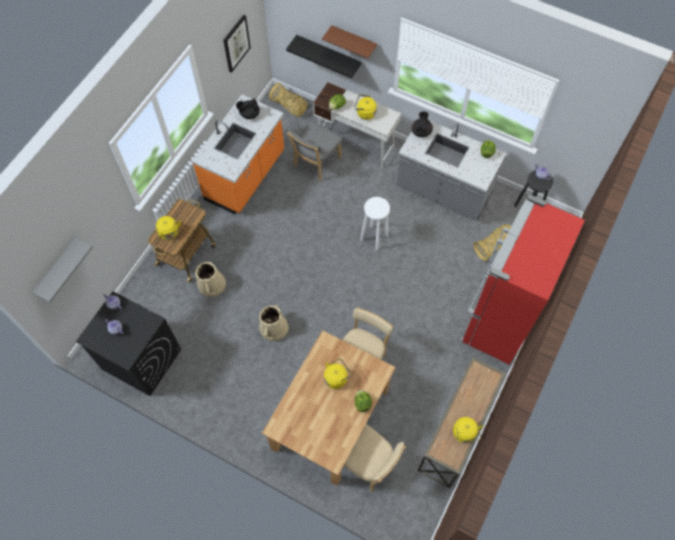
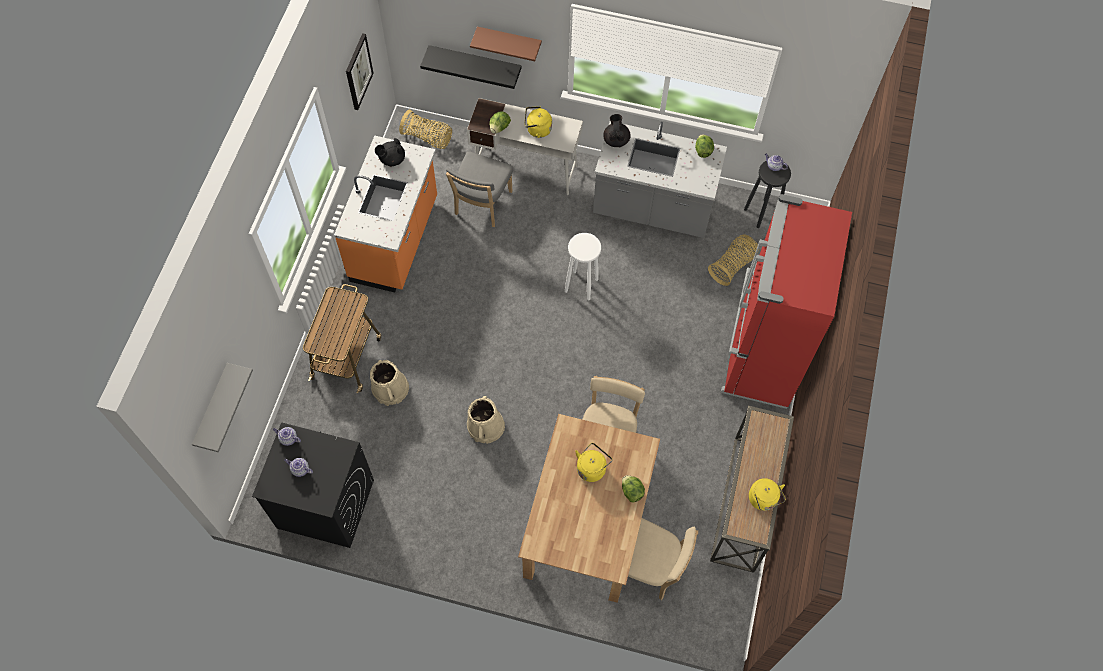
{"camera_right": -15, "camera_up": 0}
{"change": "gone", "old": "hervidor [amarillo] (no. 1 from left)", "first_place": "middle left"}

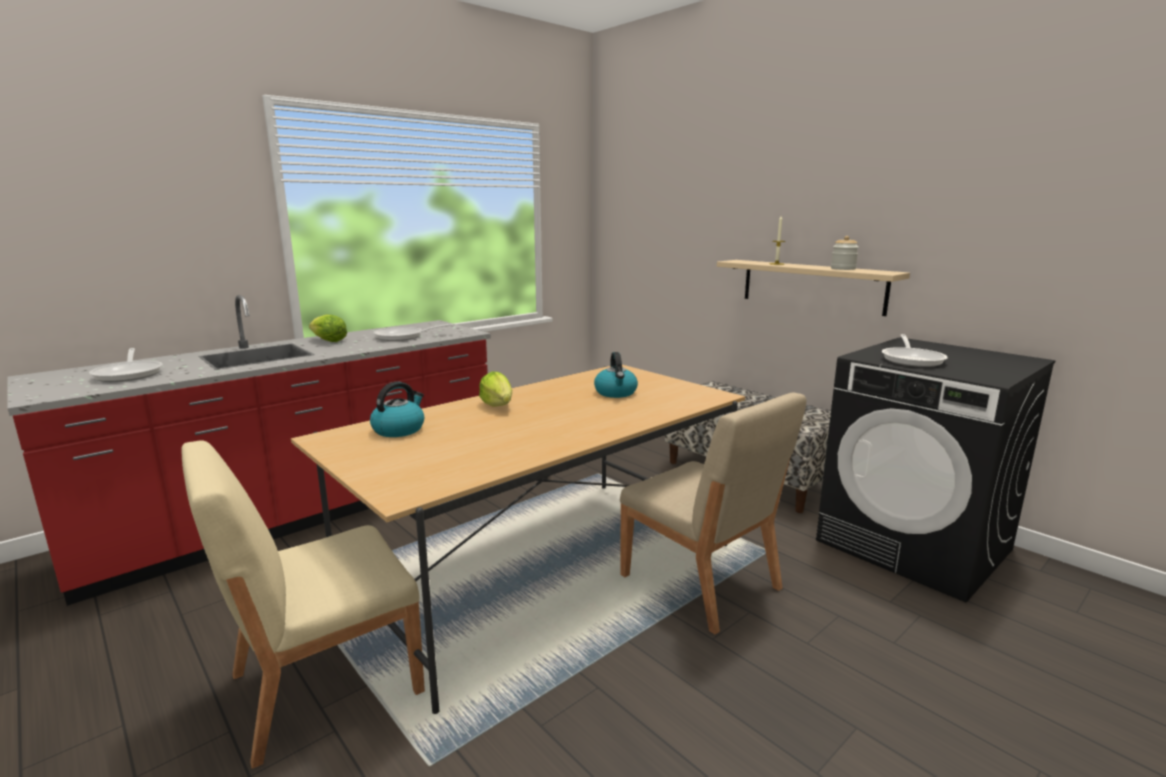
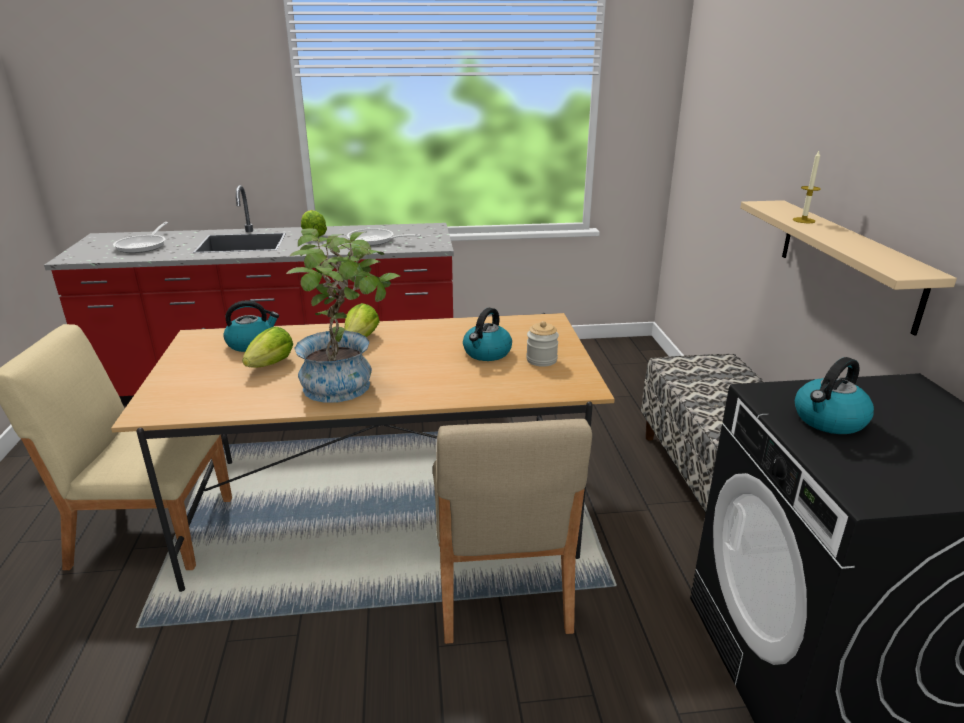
{"camera_right": 35, "camera_up": 10}
{"change": "shifted", "old": "tarro", "first_place": "top right", "second_place": "centre"}
{"change": "swapped", "old": "sartén (no. 3 from left)", "new": "hervidor (no. 3 from left)", "first_place": "middle right", "second_place": "middle right"}
{"change": "new", "new": "lechuga (no. 1 from left)", "second_place": "middle left"}
{"change": "new", "new": "planta en maceta", "second_place": "centre"}

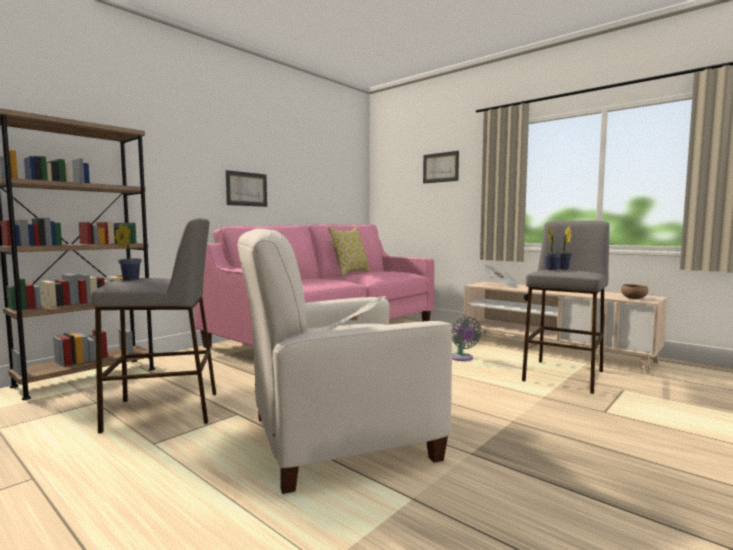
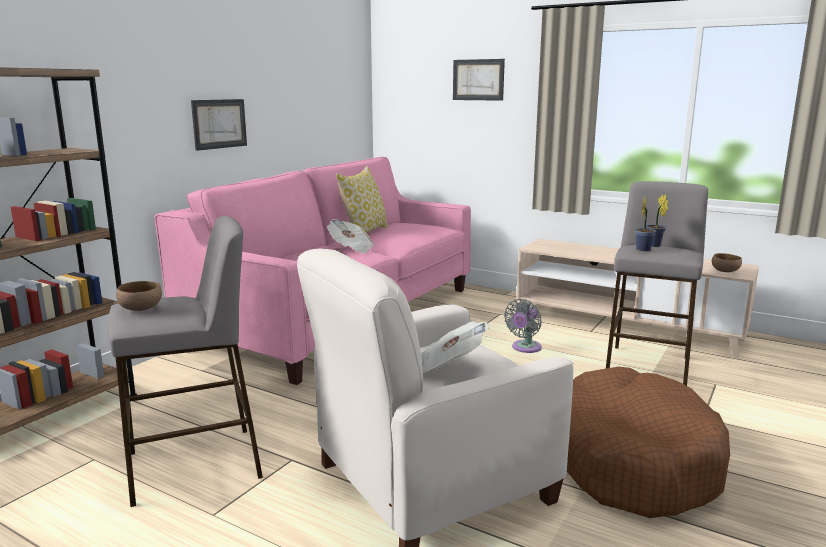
{"camera_right": -10, "camera_up": 10}
{"change": "swapped", "old": "planta en maceta (no. 1 from left)", "new": "cuenco [marrón] (no. 1 from left)", "first_place": "middle left", "second_place": "middle left"}
{"change": "rotated", "old": "ventilador [gris]", "first_place": "centre", "second_place": "centre", "degrees": 60}
{"change": "shifted", "old": "periódico (no. 2 from left in the first image)", "new": "periódico (no. 1 from left)", "first_place": "middle right", "second_place": "centre"}
{"change": "new", "new": "cama para perro [marrón]", "second_place": "bottom right"}

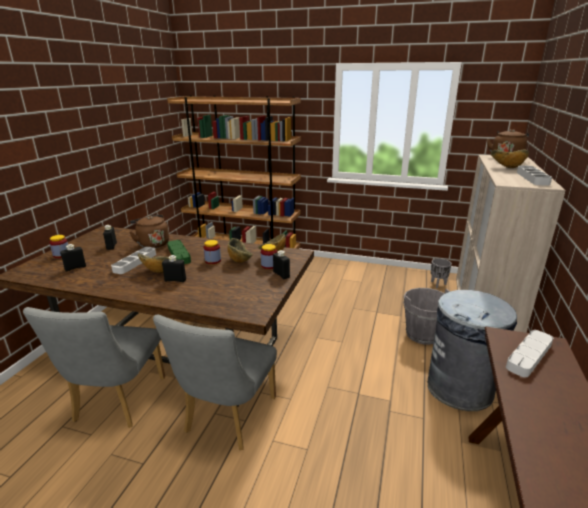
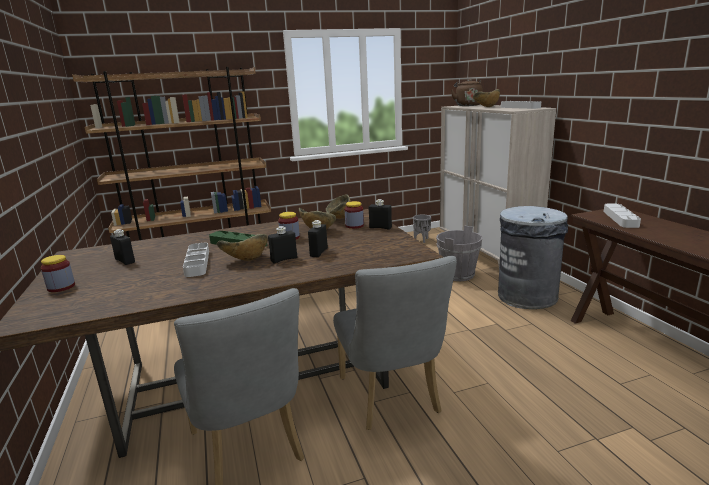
{"camera_right": -35, "camera_up": -5}
{"change": "shifted", "old": "botella [negro] (no. 1 from left in the first image)", "new": "botella [negro] (no. 3 from left)", "first_place": "middle left", "second_place": "centre"}
{"change": "gone", "old": "hervidor [marrón] (no. 1 from left)", "first_place": "middle left"}

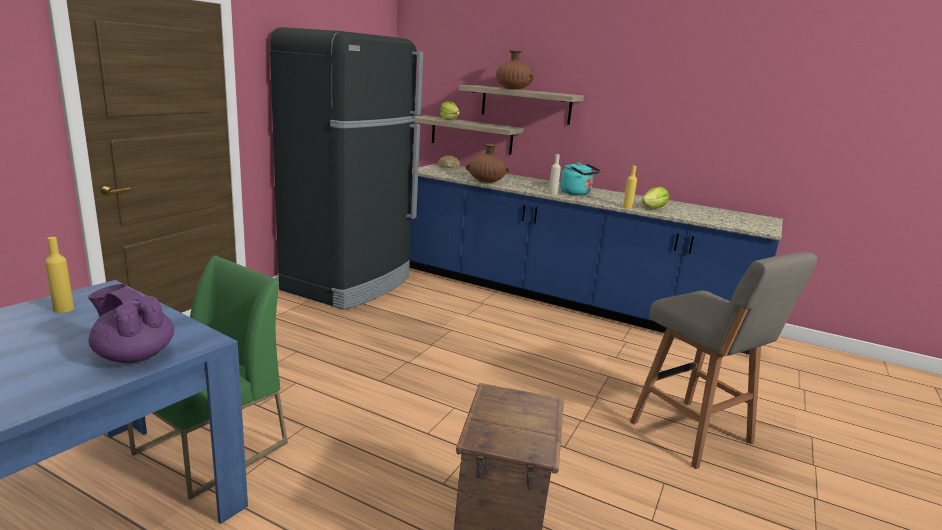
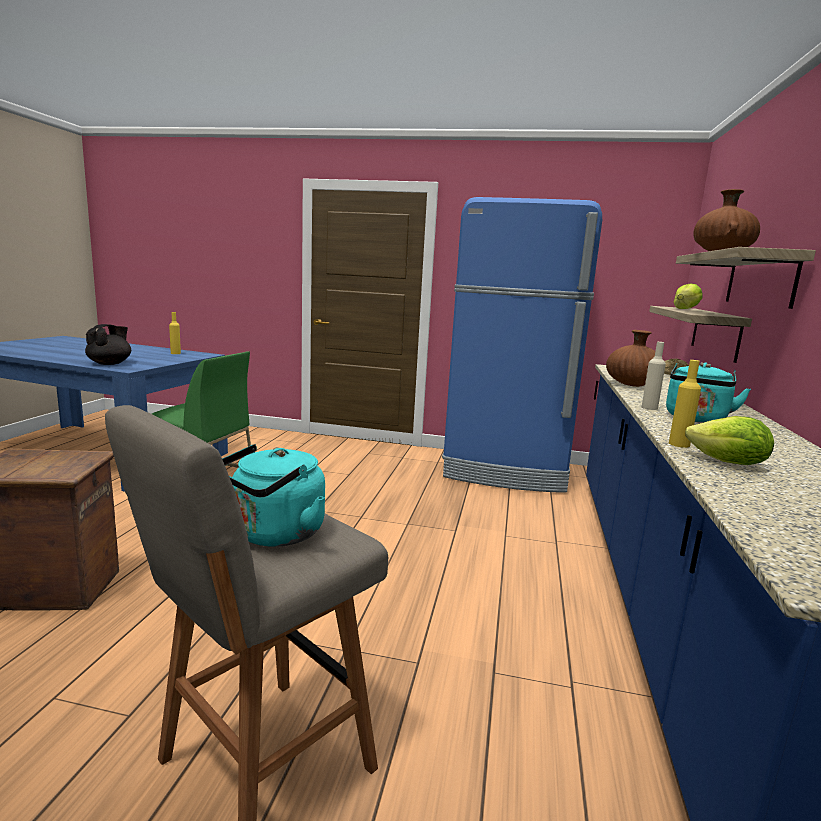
{"camera_right": 75, "camera_up": -5}
{"change": "repainted", "old": "tetera [morado]", "new": "tetera [negro]", "first_place": "middle left", "second_place": "middle left"}
{"change": "repainted", "old": "nevera [negro]", "new": "nevera [azul]", "first_place": "top centre", "second_place": "centre"}
{"change": "new", "new": "hervidor [turquesa] (no. 1 from left)", "second_place": "middle left"}

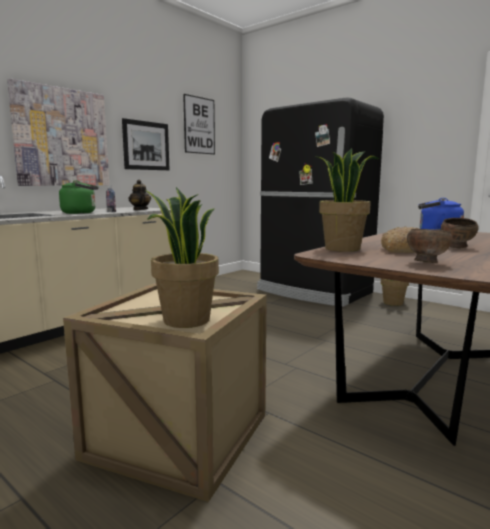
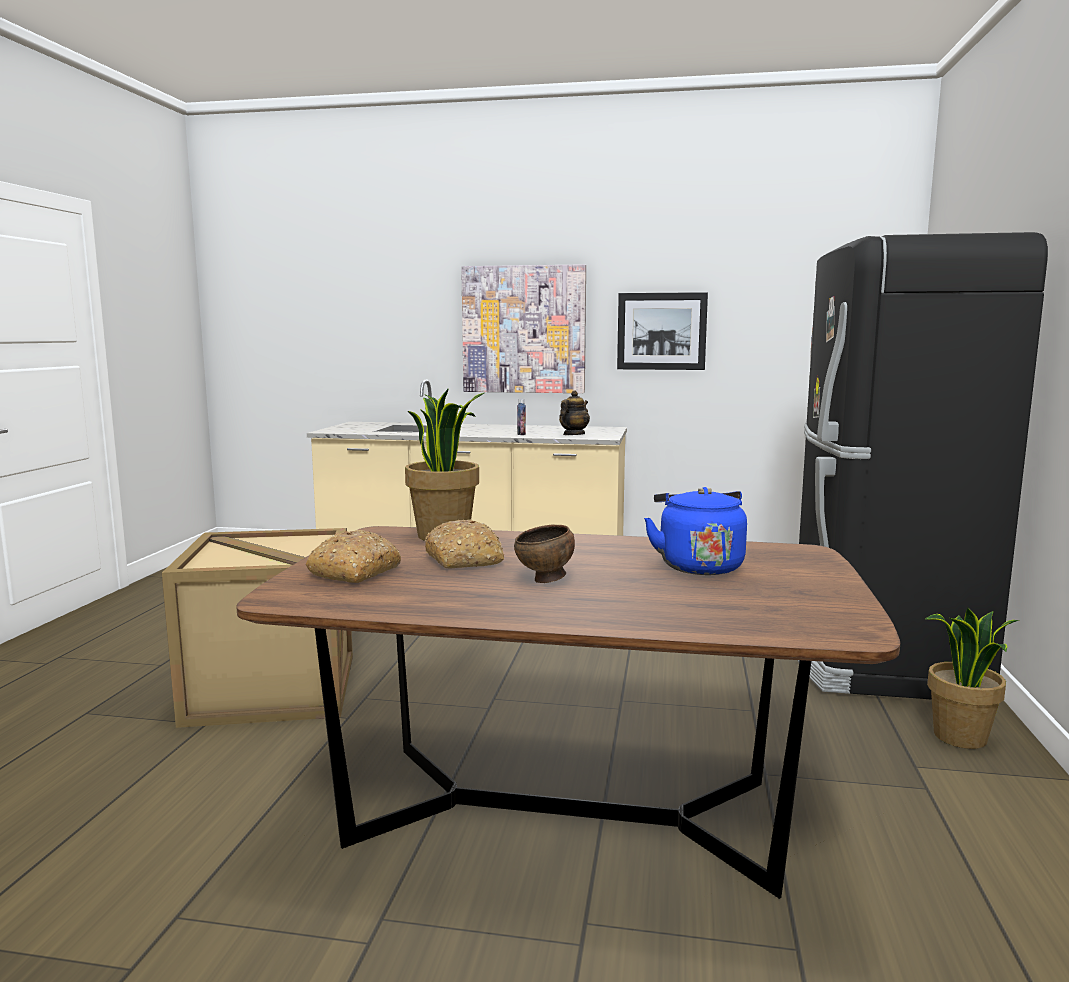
{"camera_right": 60, "camera_up": 0}
{"change": "gone", "old": "hervidor [verde]", "first_place": "middle left"}
{"change": "gone", "old": "planta en maceta (no. 1 from left)", "first_place": "centre"}
{"change": "gone", "old": "cuadro (no. 3 from left)", "first_place": "top centre"}
{"change": "swapped", "old": "cuenco [marrón] (no. 1 from left)", "new": "pan (no. 1 from left)", "first_place": "middle right", "second_place": "middle left"}

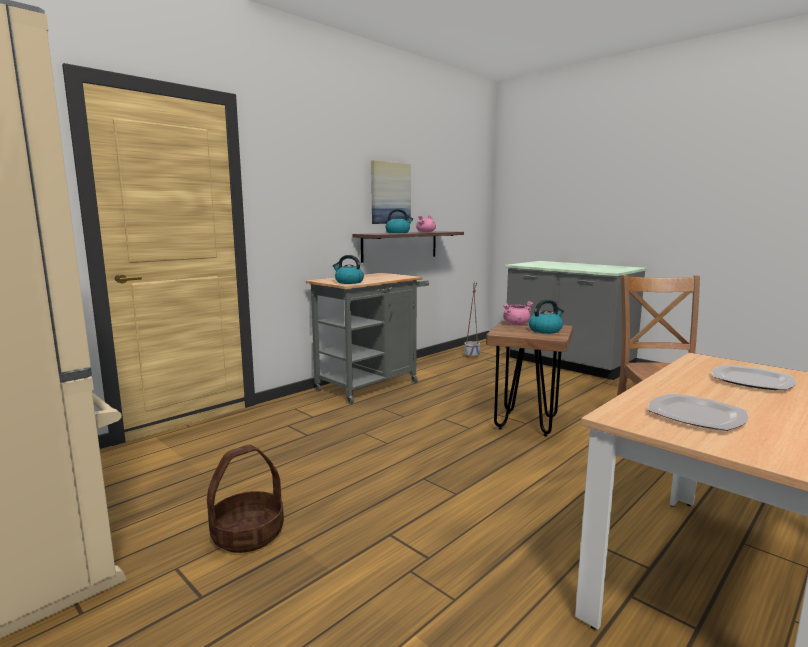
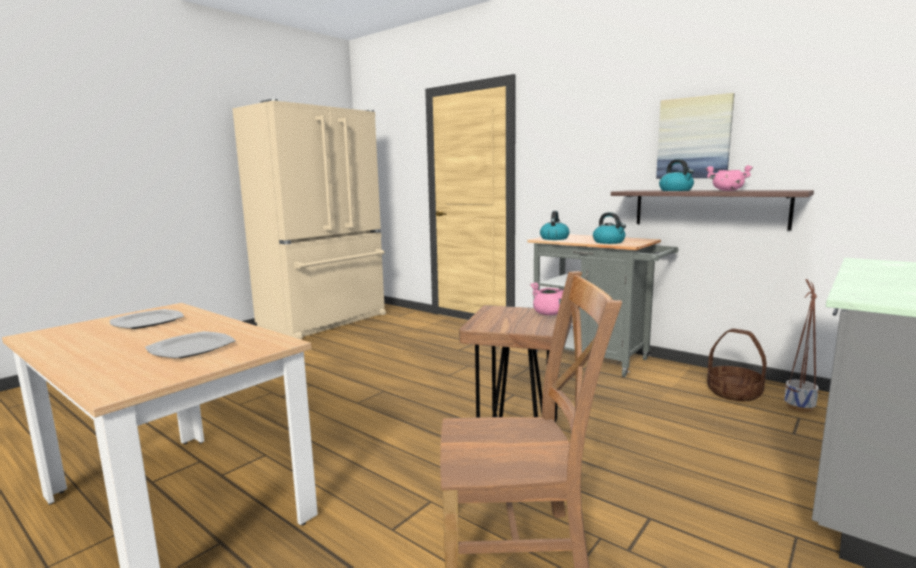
{"camera_right": 85, "camera_up": 0}
{"change": "shifted", "old": "cesta", "first_place": "bottom left", "second_place": "middle right"}
{"change": "shifted", "old": "hervidor (no. 3 from left in the first image)", "new": "hervidor (no. 2 from left)", "first_place": "middle right", "second_place": "centre"}

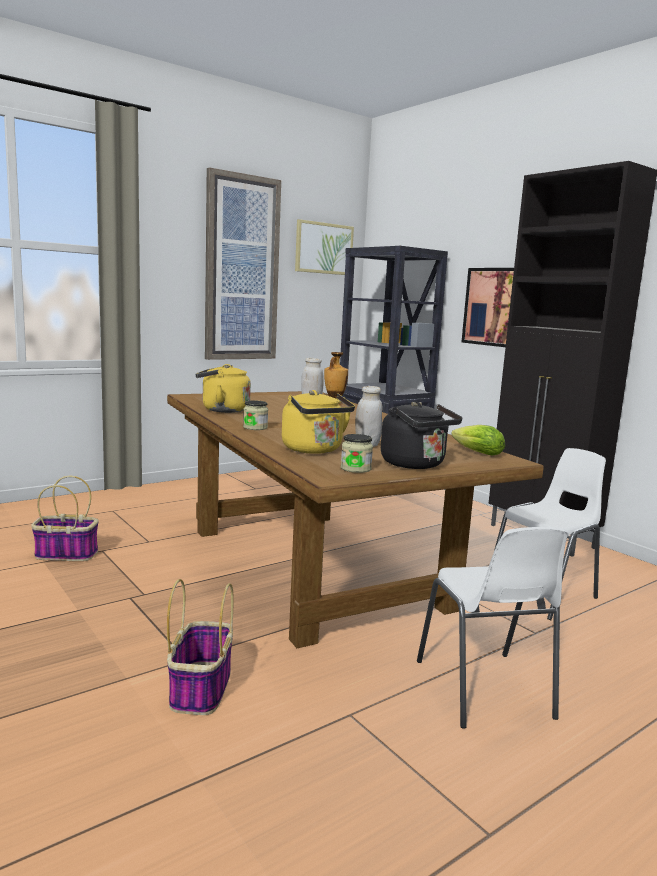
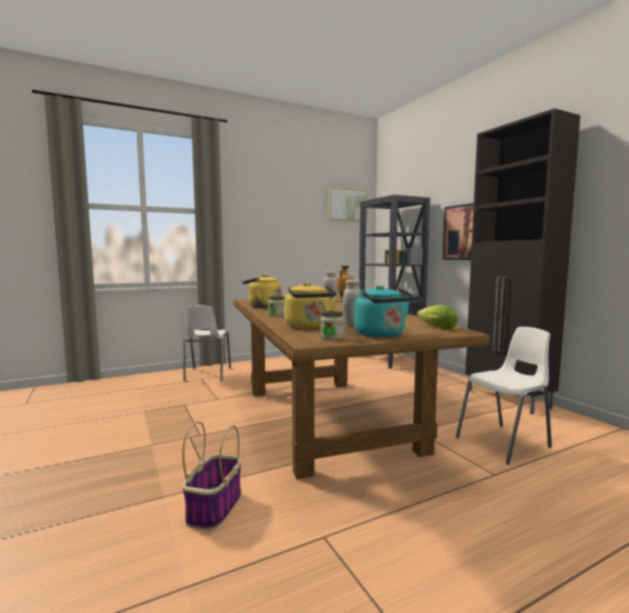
{"camera_right": 10, "camera_up": -5}
{"change": "gone", "old": "cesta (no. 1 from left)", "first_place": "middle left"}
{"change": "gone", "old": "cuadro (no. 1 from left)", "first_place": "top centre"}
{"change": "repainted", "old": "hervidor [negro]", "new": "hervidor [turquesa]", "first_place": "centre", "second_place": "centre"}
{"change": "shifted", "old": "silla [blanco] (no. 1 from left)", "first_place": "bottom right", "second_place": "middle left"}

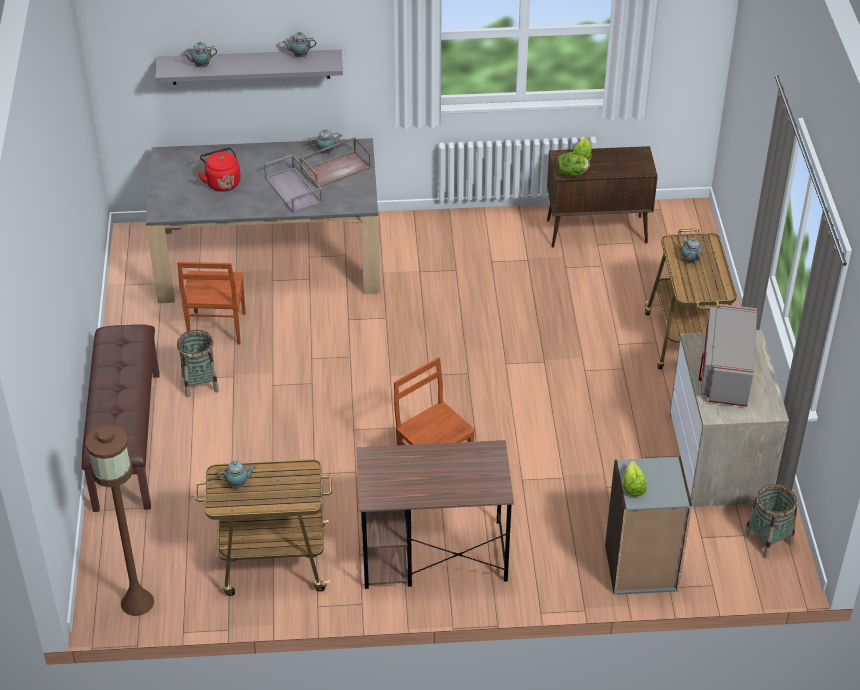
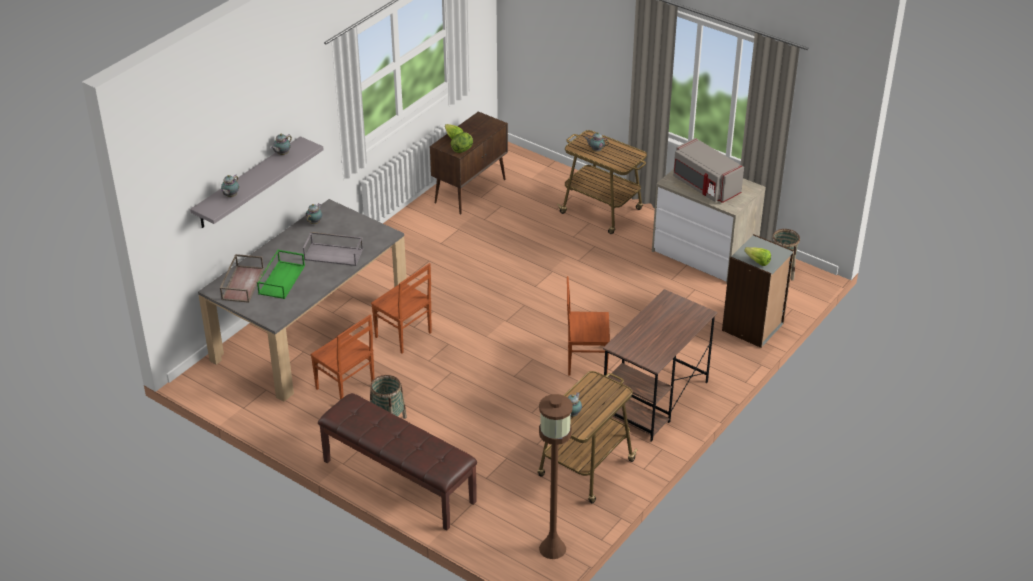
{"camera_right": -50, "camera_up": -5}
{"change": "swapped", "old": "hervidor [rojo]", "new": "bandeja [verde]", "first_place": "top left", "second_place": "middle left"}
{"change": "shifted", "old": "bandeja [marrón]", "first_place": "top centre", "second_place": "middle left"}
{"change": "new", "new": "silla [marrón] (no. 2 from left)", "second_place": "centre"}

